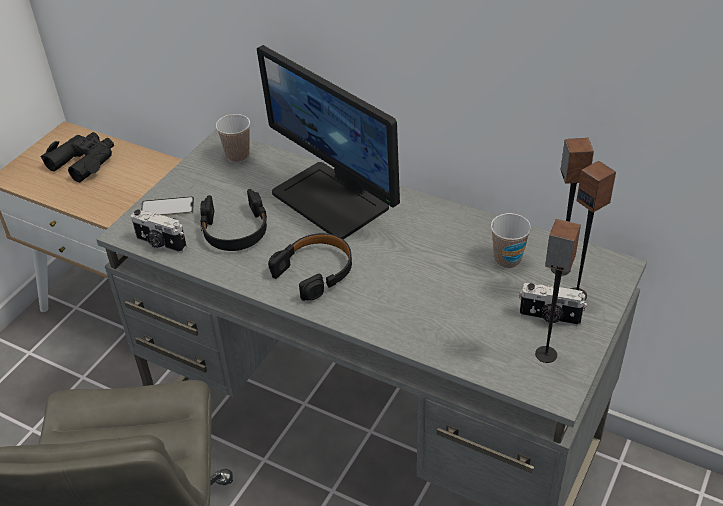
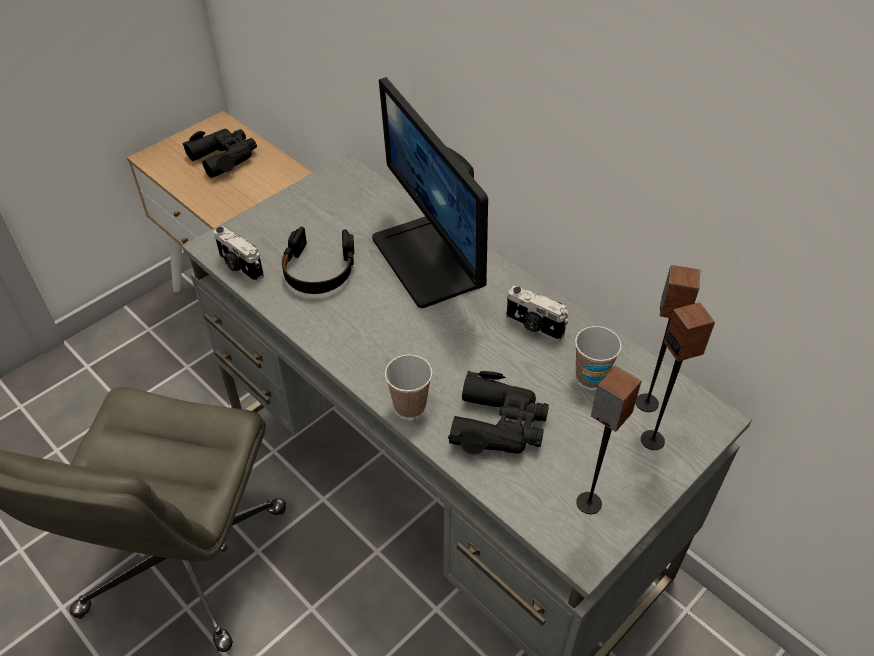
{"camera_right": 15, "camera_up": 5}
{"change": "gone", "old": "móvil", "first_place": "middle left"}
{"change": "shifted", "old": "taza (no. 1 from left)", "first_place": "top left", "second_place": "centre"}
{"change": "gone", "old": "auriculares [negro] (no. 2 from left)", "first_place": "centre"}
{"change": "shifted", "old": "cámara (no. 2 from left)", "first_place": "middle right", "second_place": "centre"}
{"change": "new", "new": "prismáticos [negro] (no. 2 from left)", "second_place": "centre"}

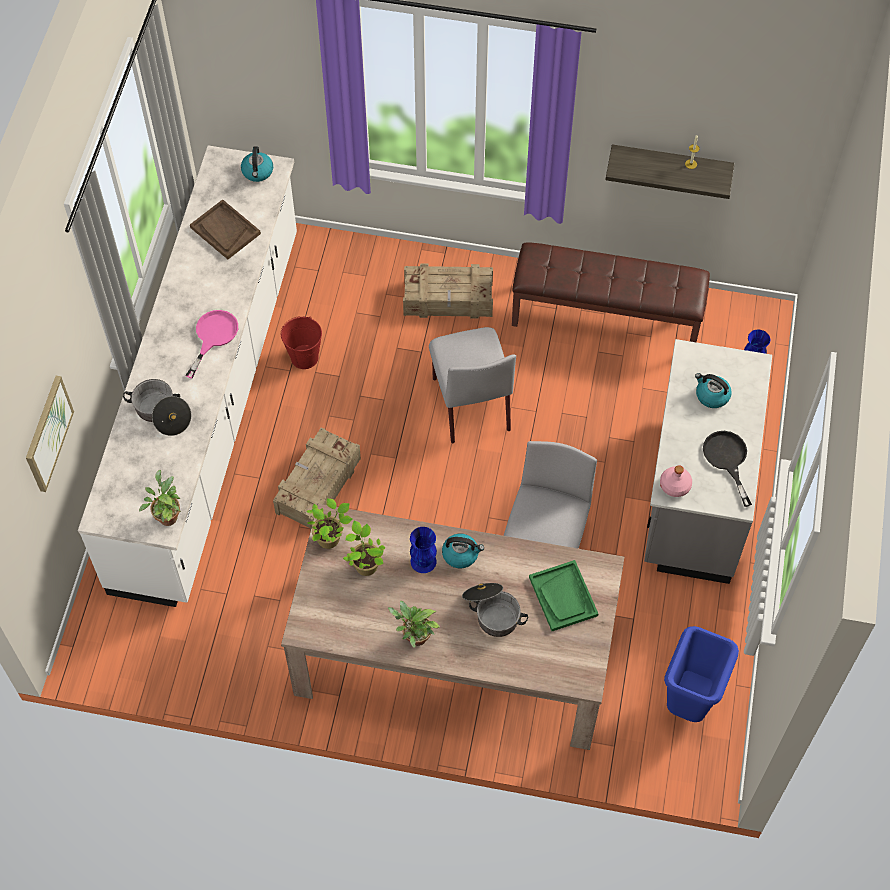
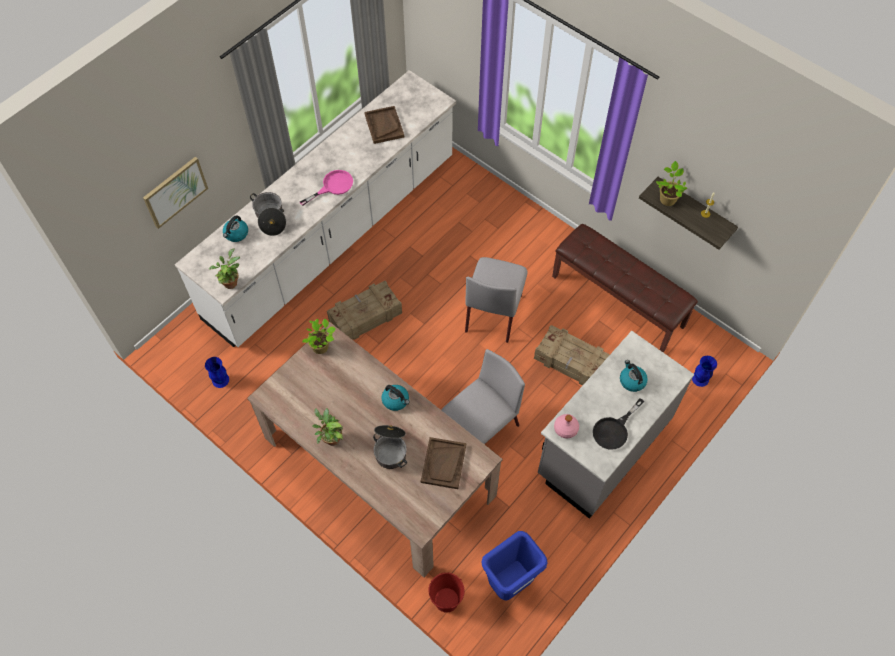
{"camera_right": 30, "camera_up": 0}
{"change": "shifted", "old": "hervidor (no. 1 from left)", "first_place": "top left", "second_place": "middle left"}
{"change": "shifted", "old": "cubo [rojo]", "first_place": "centre", "second_place": "bottom centre"}
{"change": "shifted", "old": "planta en maceta (no. 3 from left in the first image)", "new": "planta en maceta (no. 4 from left)", "first_place": "centre", "second_place": "top right"}
{"change": "shifted", "old": "caja de embalaje (no. 2 from left)", "first_place": "top centre", "second_place": "centre"}
{"change": "shifted", "old": "florero [azul] (no. 1 from left)", "first_place": "centre", "second_place": "middle left"}
{"change": "repainted", "old": "bandeja [verde]", "new": "bandeja [marrón] (no. 2 from left)", "first_place": "bottom centre", "second_place": "bottom centre"}
{"change": "rotated", "old": "sartén [negro]", "first_place": "middle right", "second_place": "middle right", "degrees": -150}

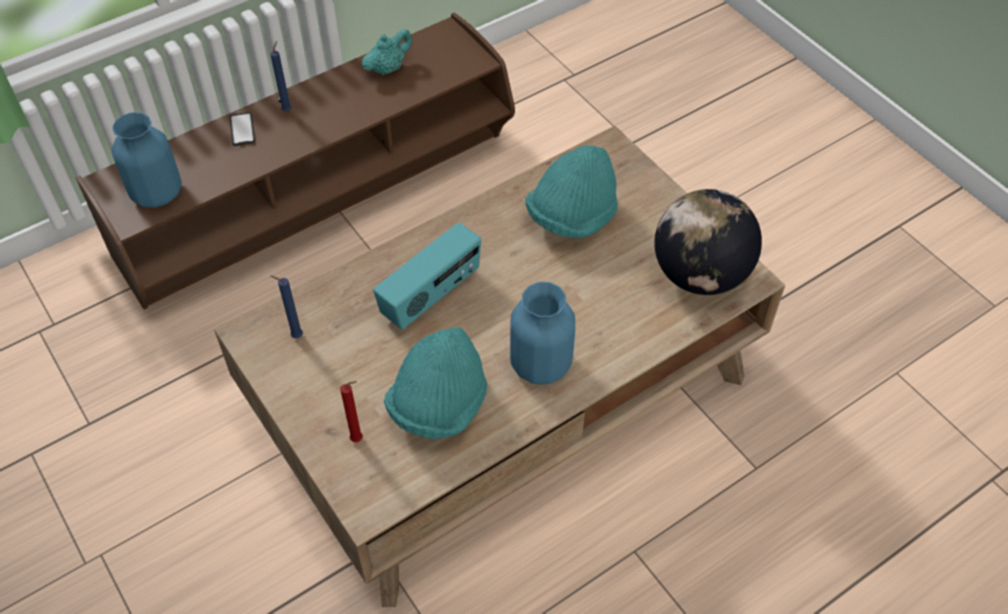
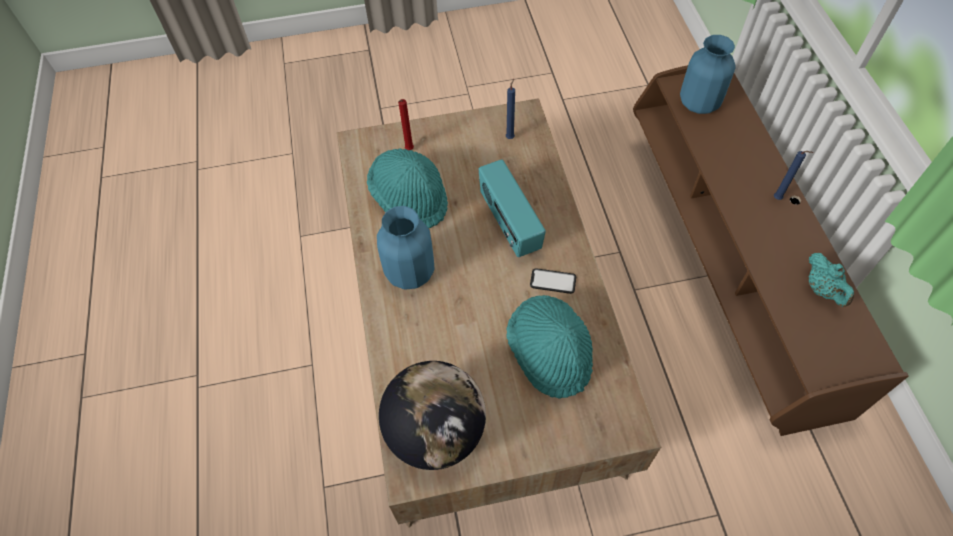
{"camera_right": 115, "camera_up": 5}
{"change": "shifted", "old": "móvil", "first_place": "top left", "second_place": "centre"}

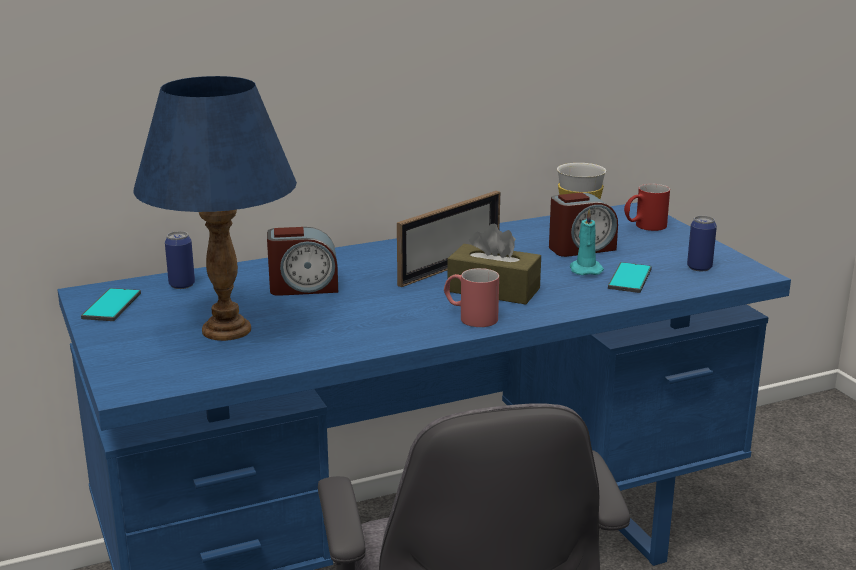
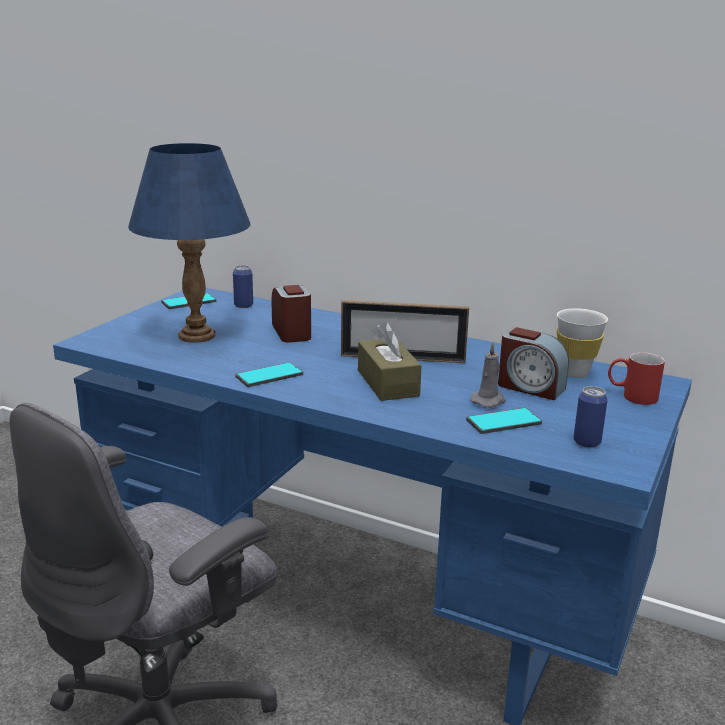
{"camera_right": 50, "camera_up": 0}
{"change": "rotated", "old": "despertador (no. 1 from left)", "first_place": "centre", "second_place": "centre", "degrees": -150}
{"change": "gone", "old": "taza grande [rojo] (no. 1 from left)", "first_place": "centre"}
{"change": "repainted", "old": "vela [turquesa]", "new": "vela [gris]", "first_place": "middle right", "second_place": "middle right"}
{"change": "new", "new": "móvil (no. 2 from left)", "second_place": "centre"}

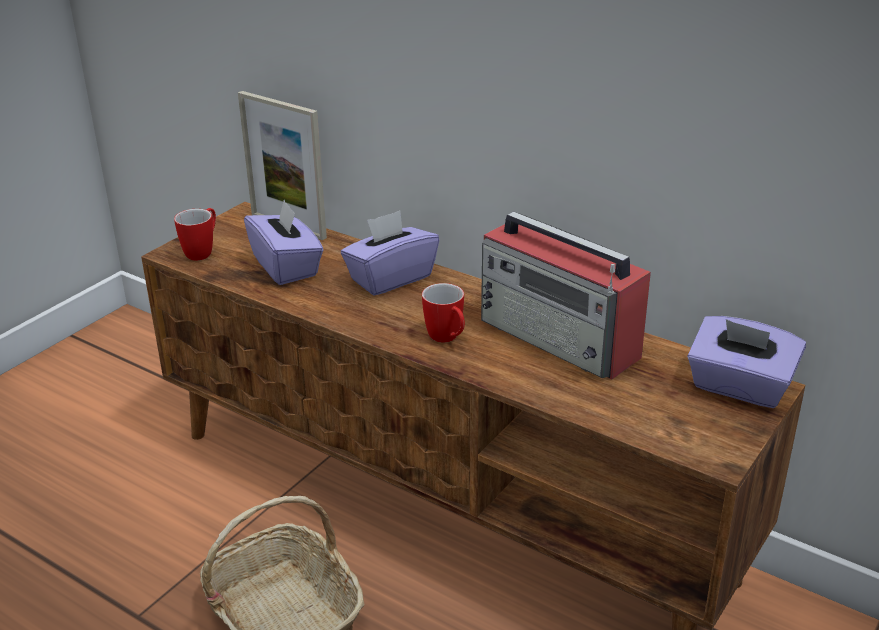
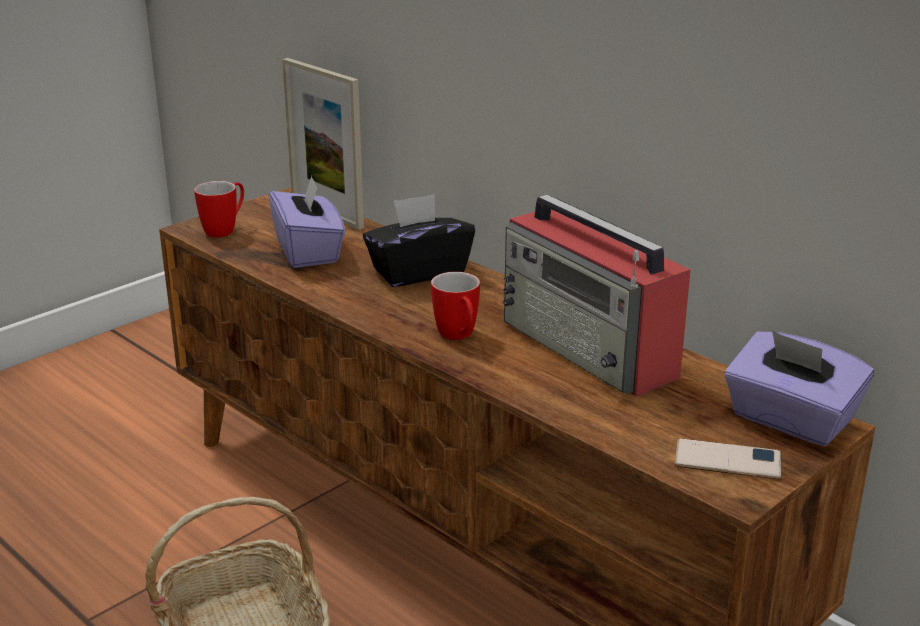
{"camera_right": 10, "camera_up": -5}
{"change": "repainted", "old": "caja de pañuelos [morado] (no. 2 from left)", "new": "caja de pañuelos [negro]", "first_place": "centre", "second_place": "centre"}
{"change": "new", "new": "móvil", "second_place": "bottom right"}

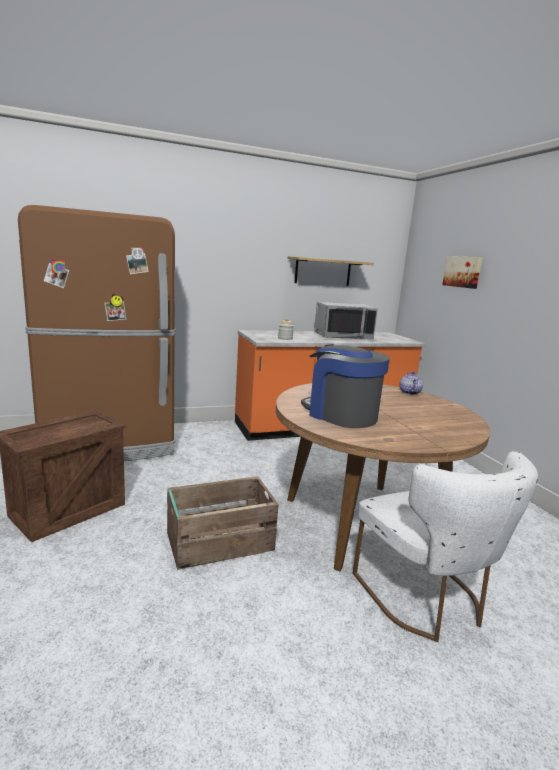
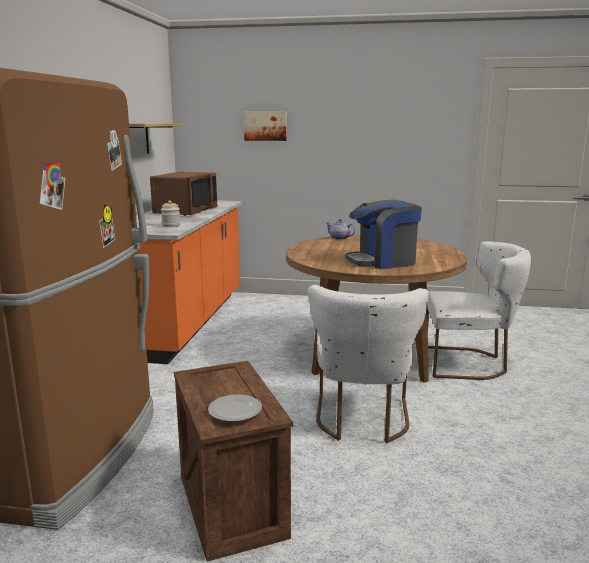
{"camera_right": -60, "camera_up": 0}
{"change": "swapped", "old": "caja de embalaje (no. 2 from left)", "new": "silla [blanco] (no. 1 from left)", "first_place": "bottom centre", "second_place": "centre"}
{"change": "repainted", "old": "microondas [gris]", "new": "microondas [marrón]", "first_place": "centre", "second_place": "middle left"}
{"change": "new", "new": "plato", "second_place": "bottom centre"}

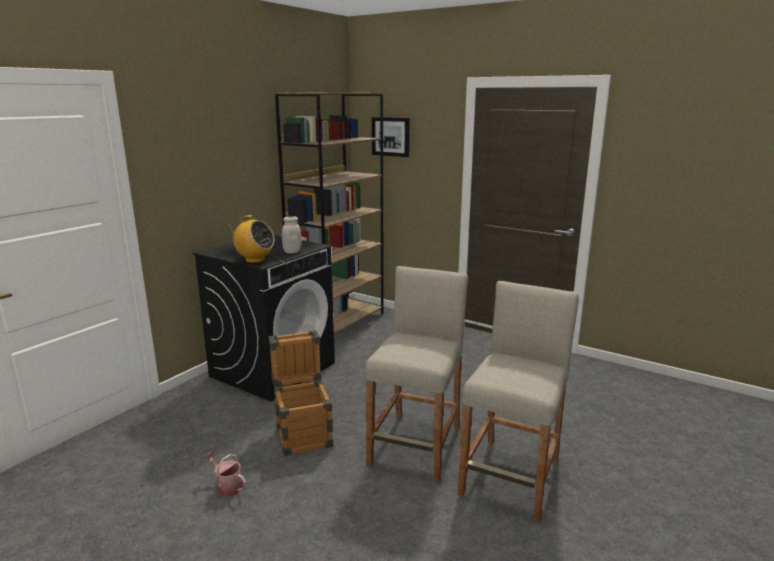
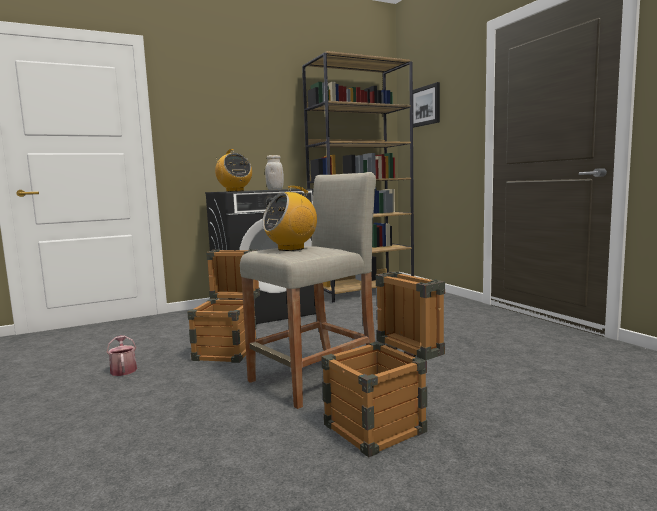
{"camera_right": 30, "camera_up": -10}
{"change": "swapped", "old": "taburete [beis] (no. 2 from left)", "new": "caja de embalaje (no. 2 from left)", "first_place": "bottom right", "second_place": "bottom centre"}
{"change": "new", "new": "radio (no. 2 from left)", "second_place": "centre"}

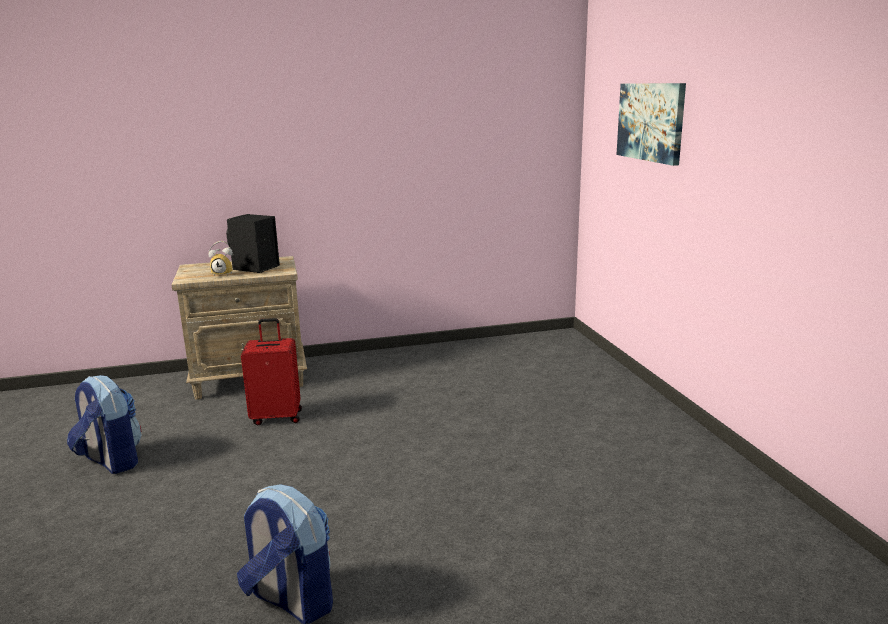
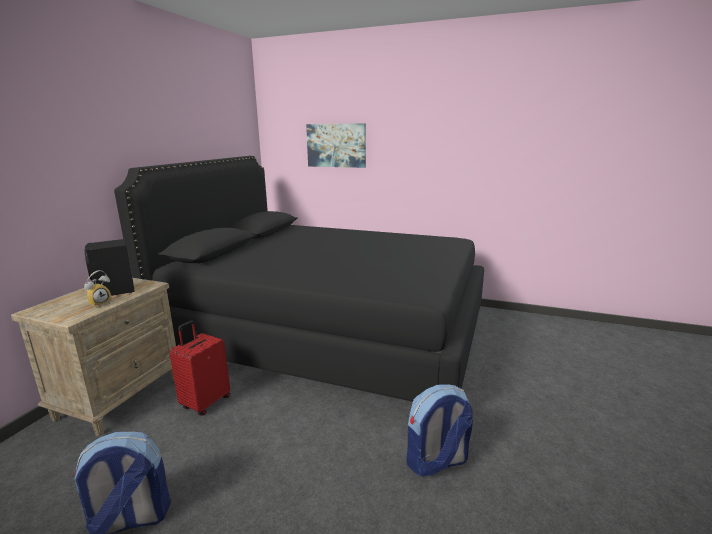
{"camera_right": -55, "camera_up": 0}
{"change": "new", "new": "cama [negro]", "second_place": "centre"}

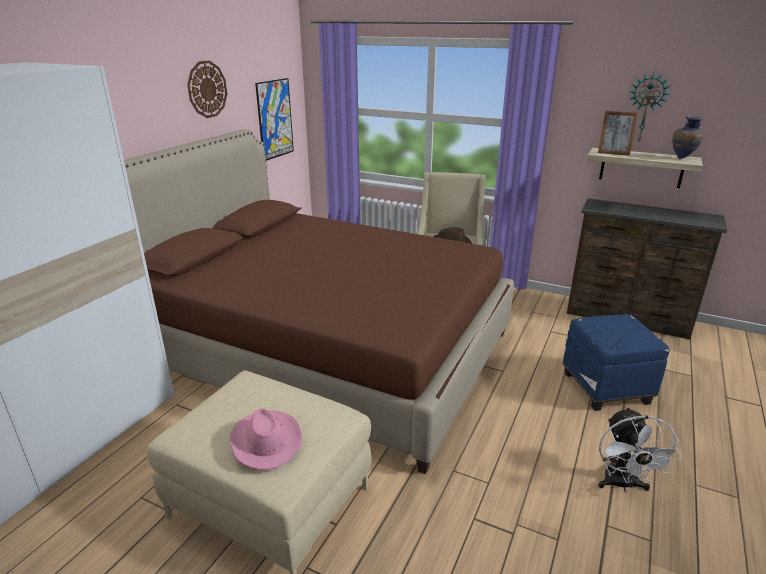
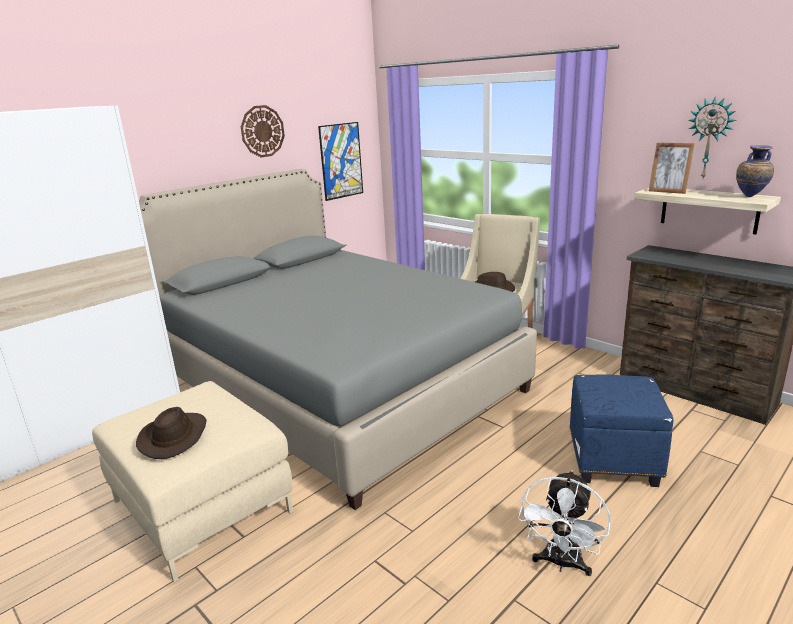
{"camera_right": 20, "camera_up": -5}
{"change": "repainted", "old": "cama [marrón]", "new": "cama [gris]", "first_place": "centre", "second_place": "centre"}
{"change": "repainted", "old": "sombrero [rosa]", "new": "sombrero [marrón] (no. 1 from left)", "first_place": "bottom centre", "second_place": "bottom left"}

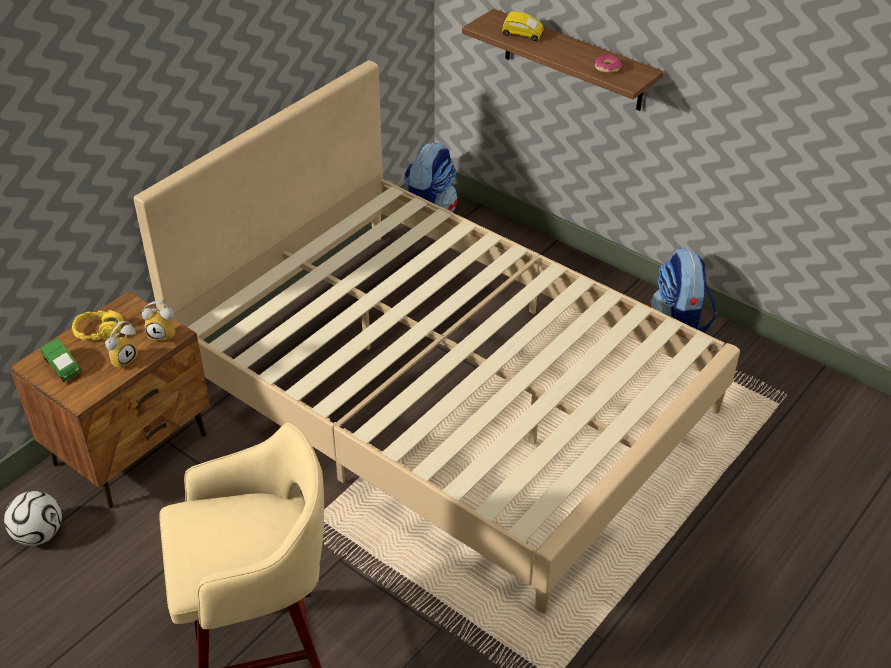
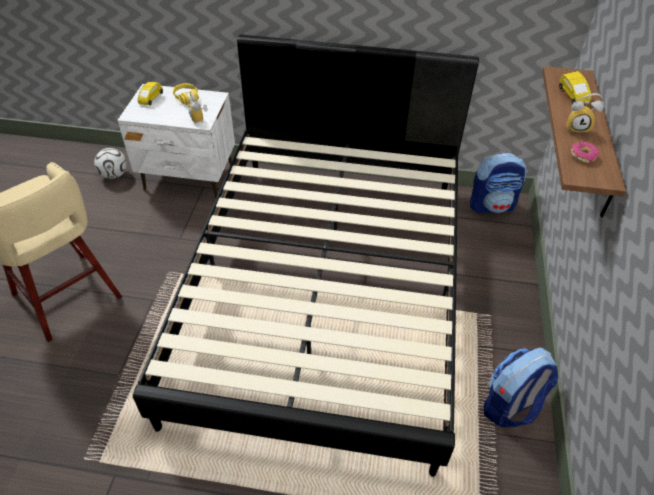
{"camera_right": 60, "camera_up": 5}
{"change": "repainted", "old": "mesita de noche [marrón]", "new": "mesita de noche [blanco]", "first_place": "middle left", "second_place": "top left"}
{"change": "repainted", "old": "coche de juguete [verde]", "new": "coche de juguete [amarillo] (no. 1 from left)", "first_place": "middle left", "second_place": "top left"}
{"change": "shifted", "old": "despertador (no. 1 from left in the first image)", "new": "despertador (no. 2 from left)", "first_place": "middle left", "second_place": "top right"}
{"change": "repainted", "old": "cama [beis]", "new": "cama [negro]", "first_place": "centre", "second_place": "centre"}

